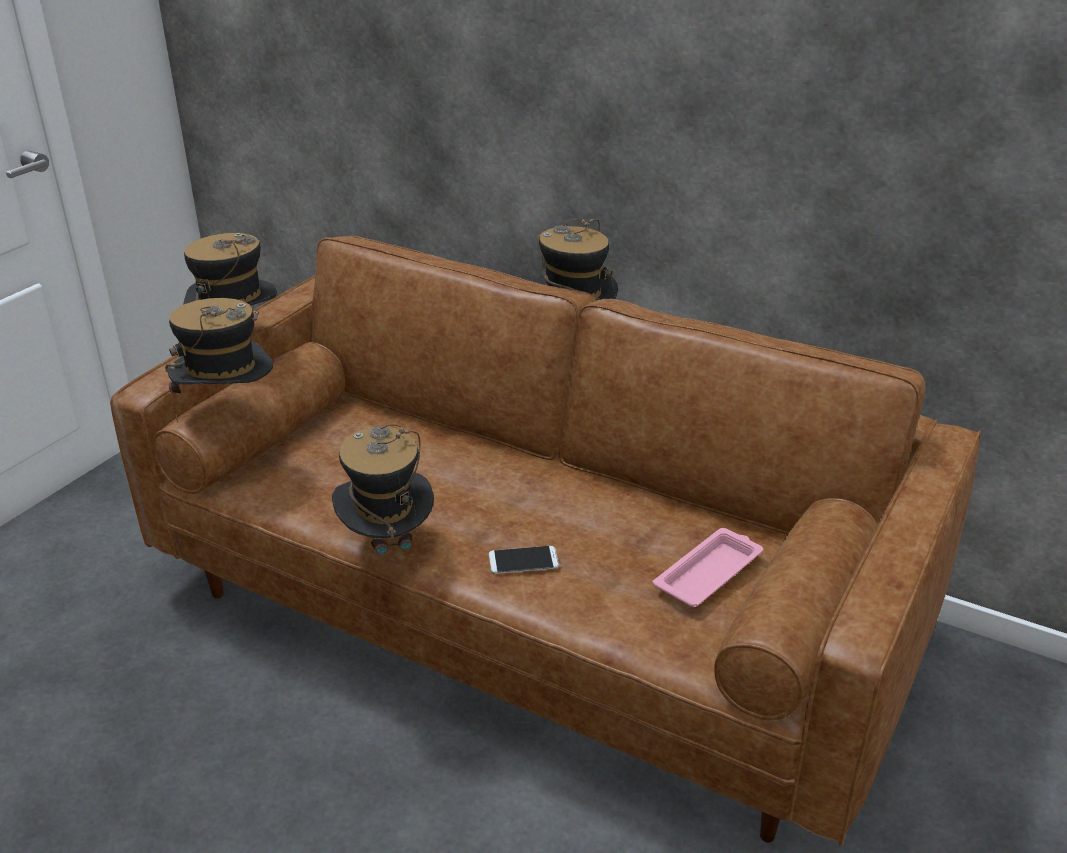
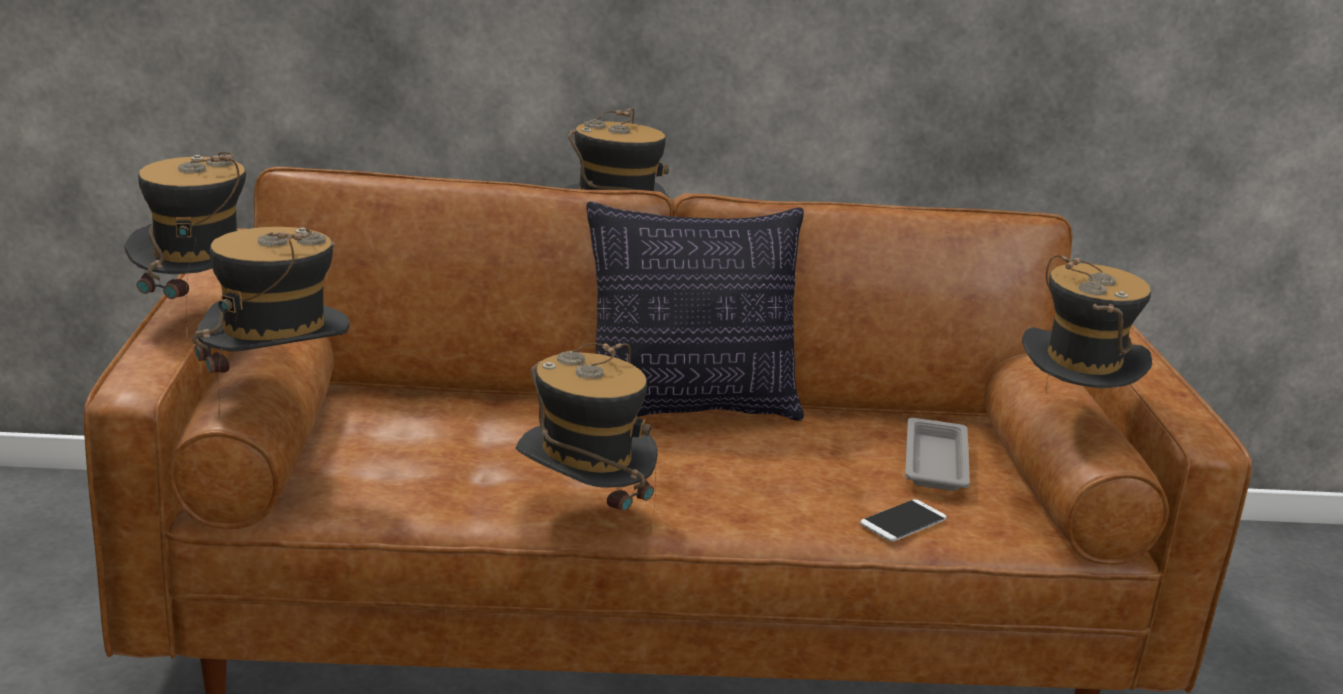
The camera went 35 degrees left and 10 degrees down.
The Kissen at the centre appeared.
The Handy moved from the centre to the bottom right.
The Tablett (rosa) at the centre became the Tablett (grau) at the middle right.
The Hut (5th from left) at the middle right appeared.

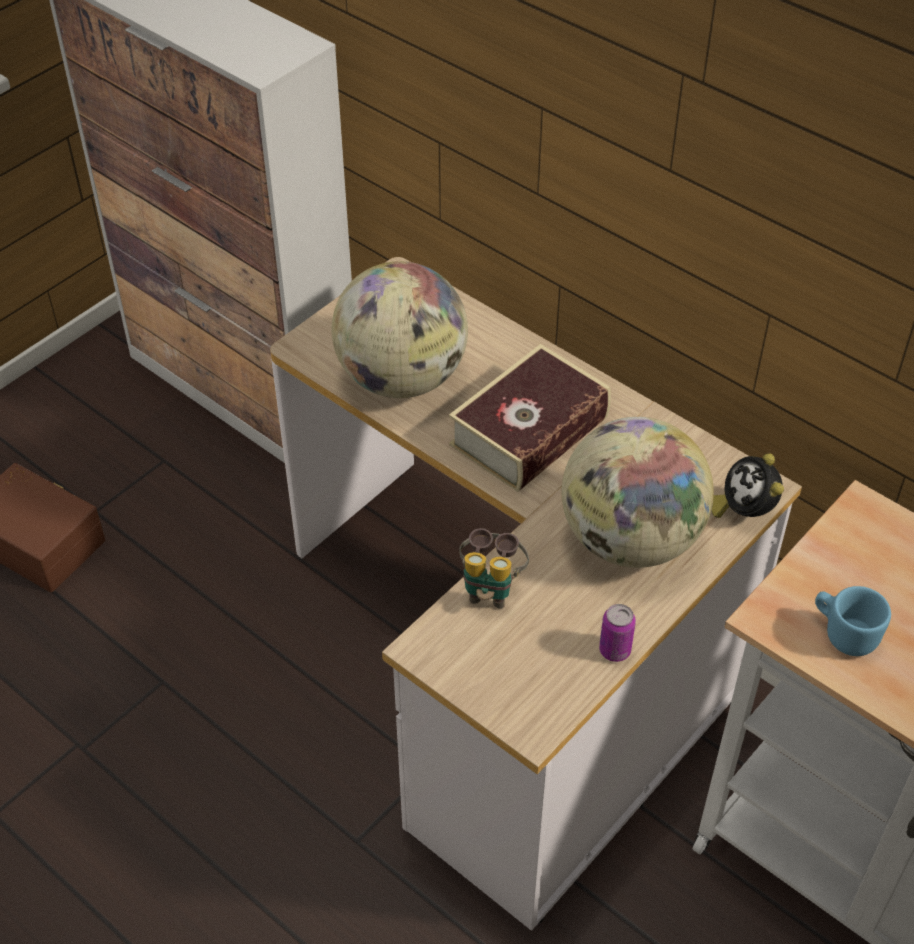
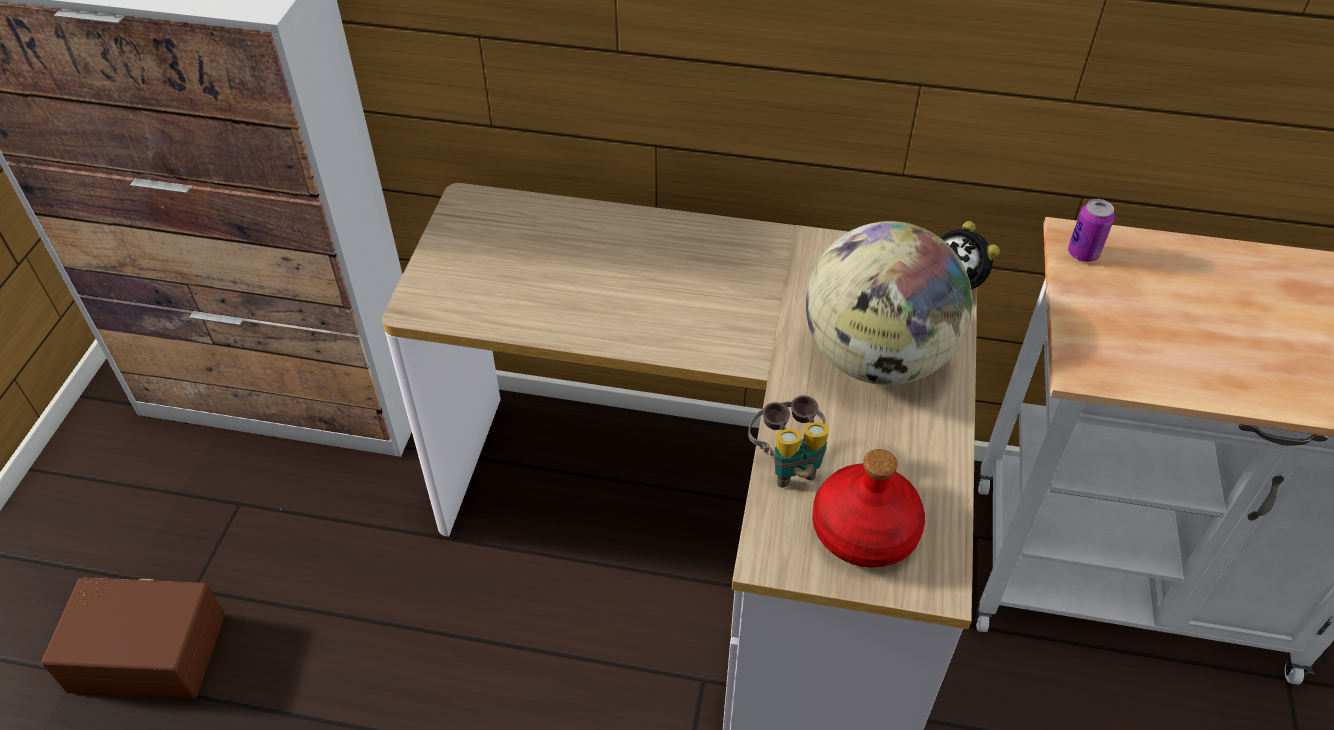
The camera went 30 degrees left and 0 degrees up.
The Flasche (rot) at the bottom centre appeared.
The Dose moved from the bottom right to the top right.
The Globus (1st from left) at the centre disappeared.
The Buch at the centre disappeared.
The Henkelbecher (blau) at the middle right disappeared.

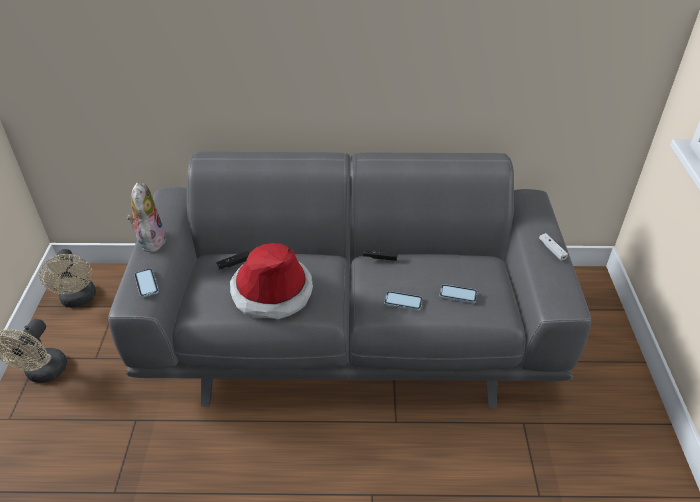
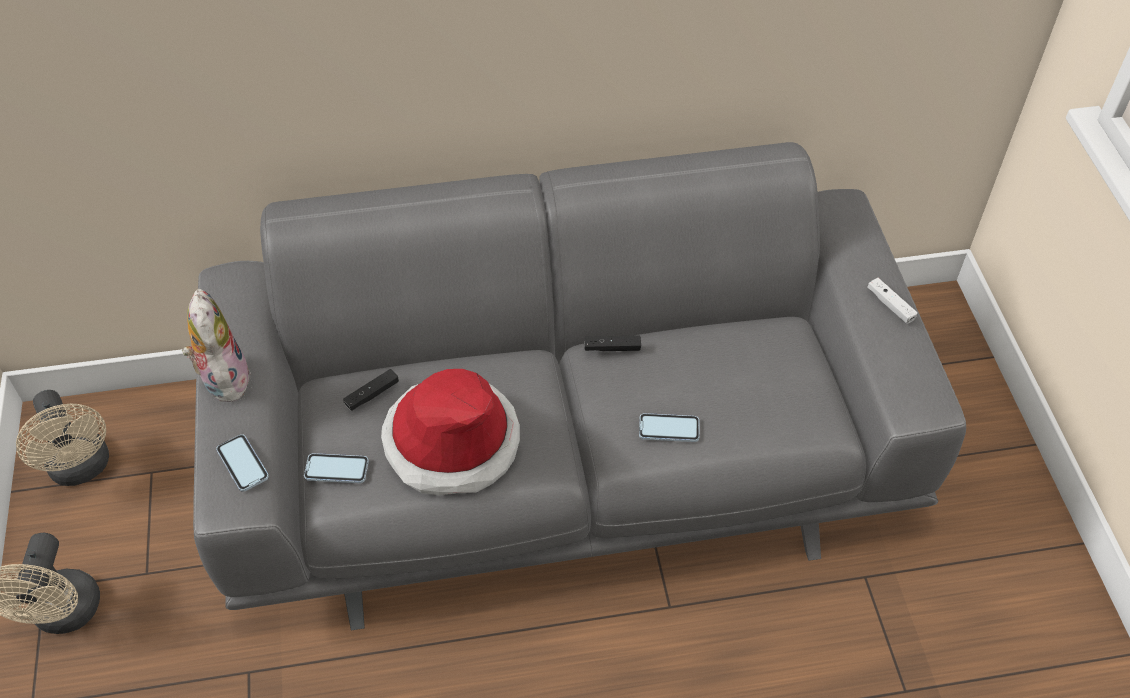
The camera went 10 degrees left and 10 degrees up.
The Handy (3rd from left in the first image) moved from the centre to the bottom left.

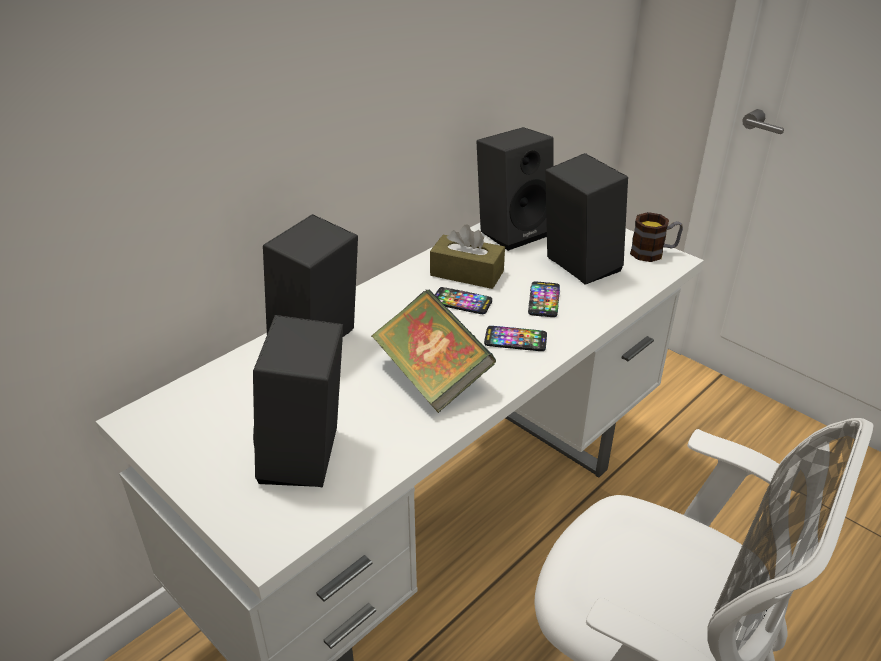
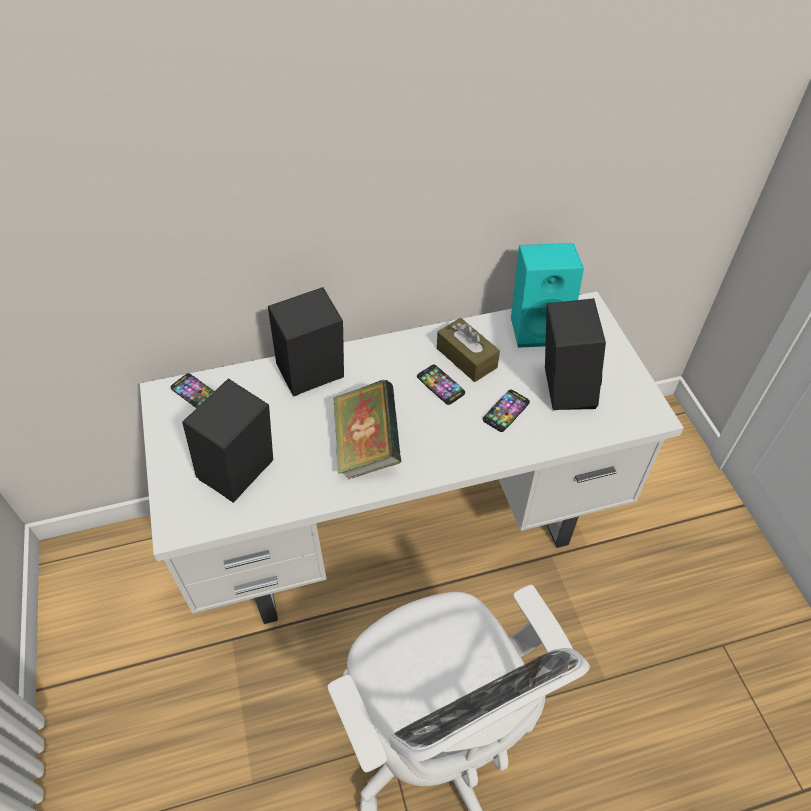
The camera went 30 degrees right and 15 degrees up.
The Handy (2nd from left in the first image) moved from the centre to the middle left.
The Lautsprecher (schwarz) (3rd from left) at the top centre became the Lautsprecher (türkis) at the middle right.
The Henkelbecher at the middle right disappeared.

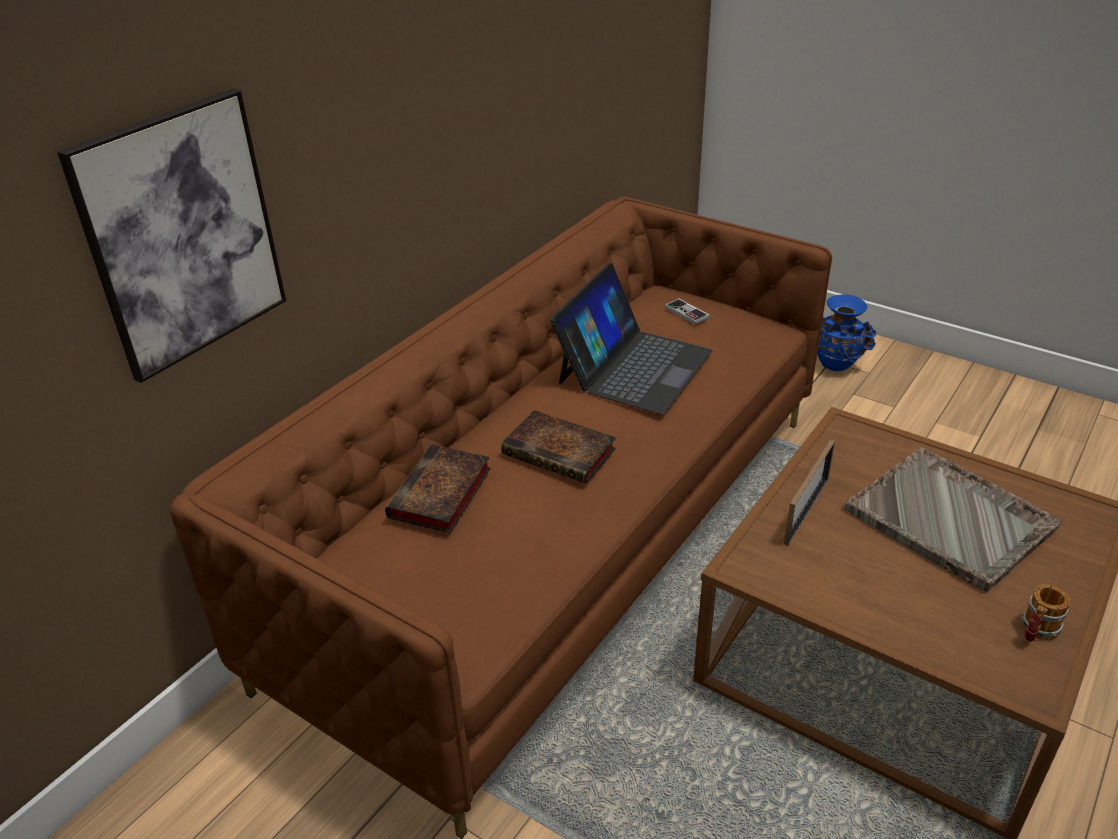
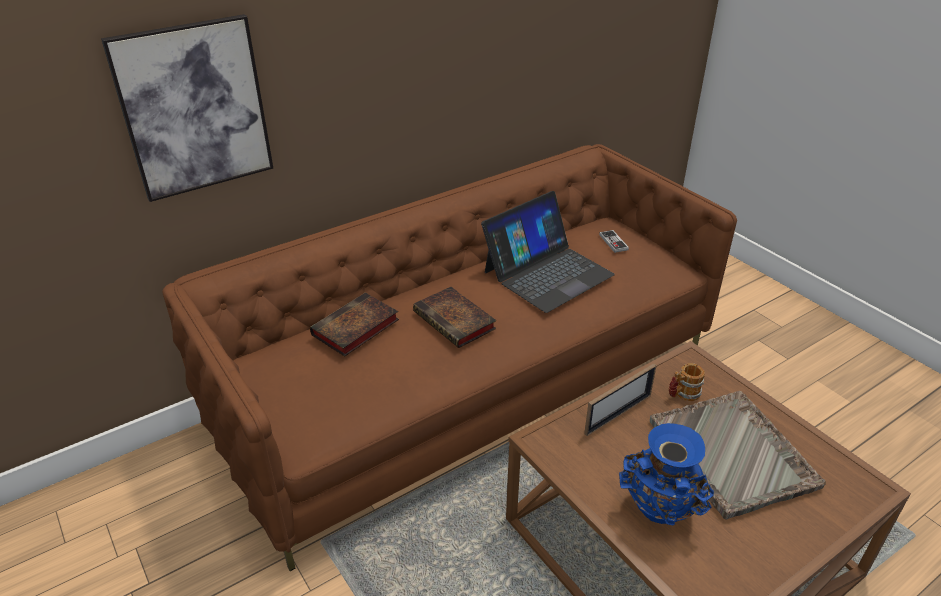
The camera went 20 degrees right and 0 degrees up.
The Vase (blau) moved from the middle right to the bottom right.
The Henkelbecher moved from the bottom right to the middle right.

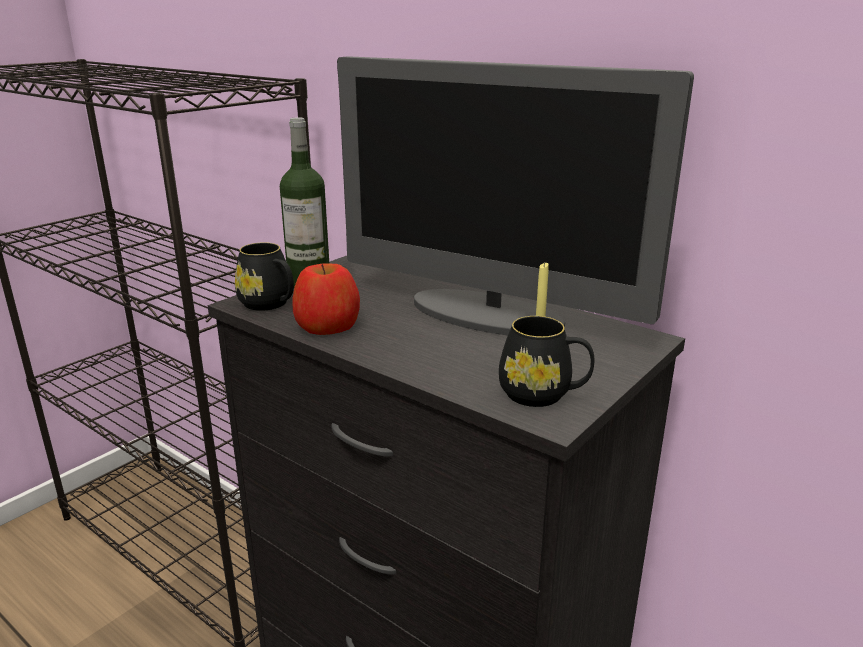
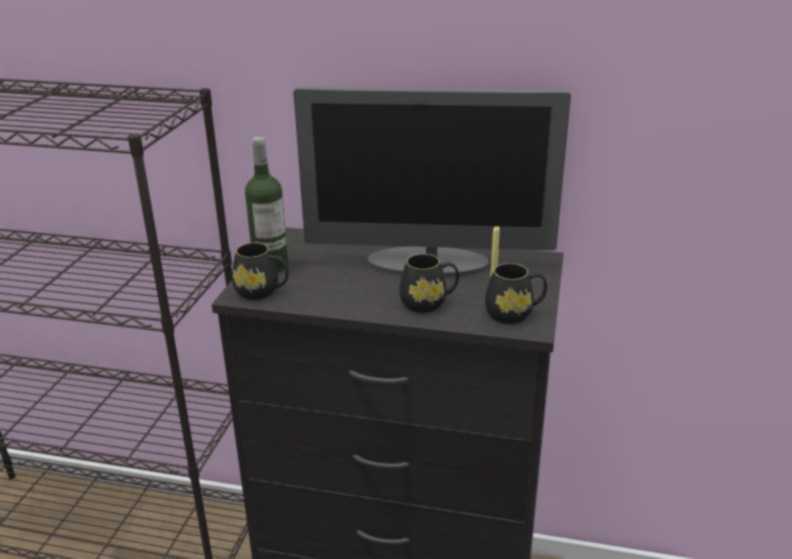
The camera went 25 degrees left and 5 degrees up.
The Henkelbecher (schwarz) (2nd from left) at the centre appeared.
The Apfel at the centre disappeared.

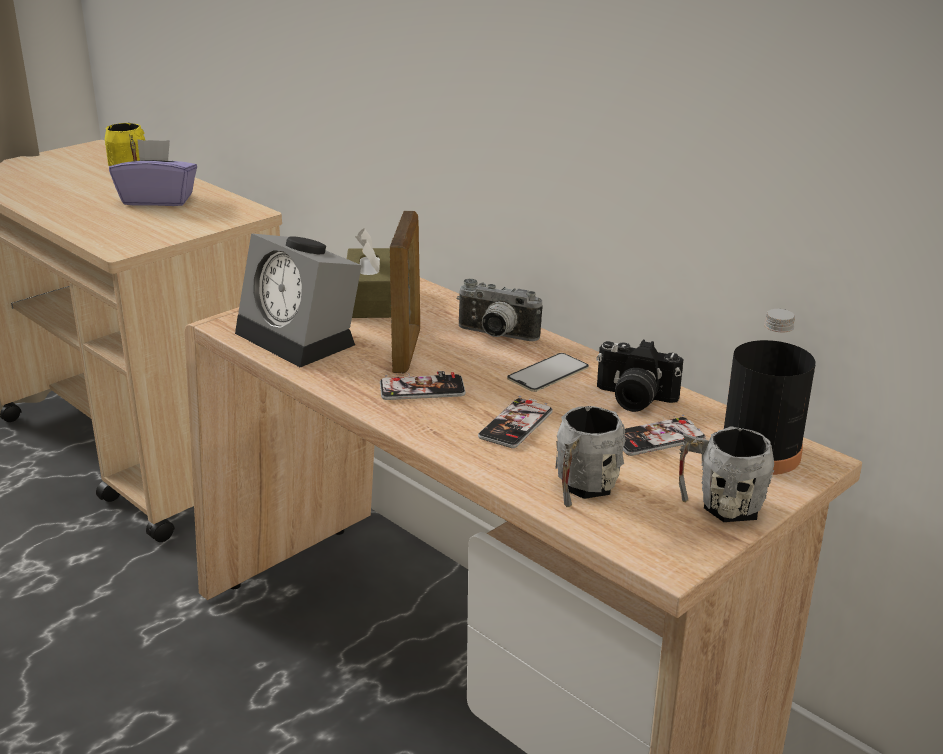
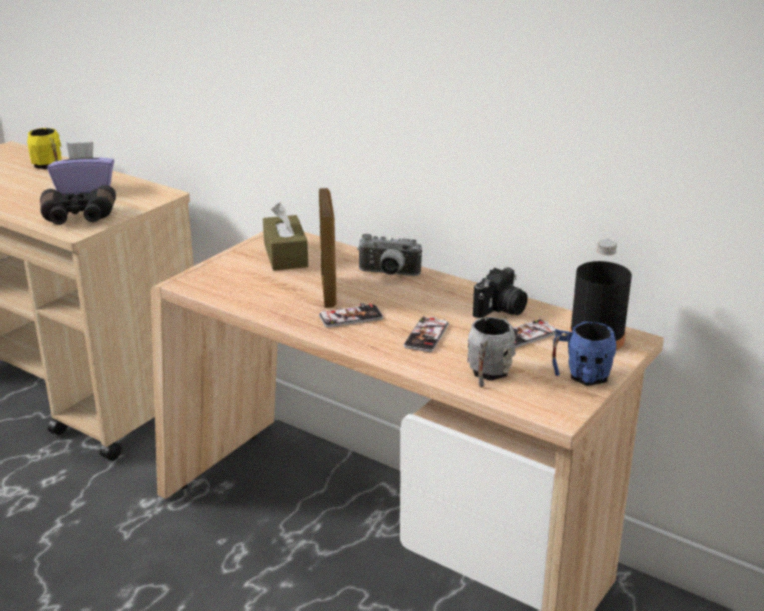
The camera went 10 degrees left and 0 degrees up.
The Fernglas (schwarz) at the middle left appeared.
The Kamera (2nd from left) at the middle right turned 60 degrees counterclockwise.
The Henkelbecher (grau) (2nd from left) at the middle right became the Henkelbecher (blau) at the middle right.
The Wecker at the middle left disappeared.
The Handy (3rd from left) at the centre disappeared.

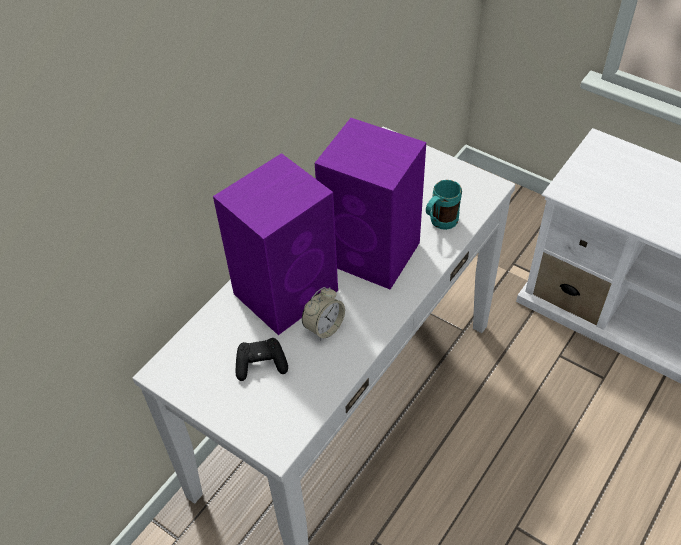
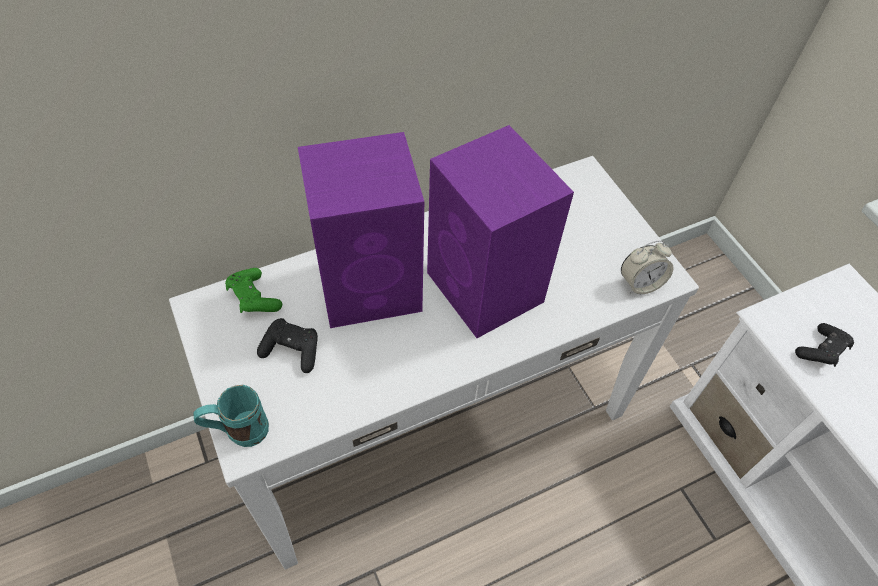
The camera went 25 degrees right and 5 degrees up.
The Henkelbecher (türkis) moved from the centre to the bottom left.
The Gamepad (grün) at the middle left appeared.
The Wecker moved from the centre to the middle right.
The Gamepad (schwarz) (2nd from left) at the middle right appeared.

